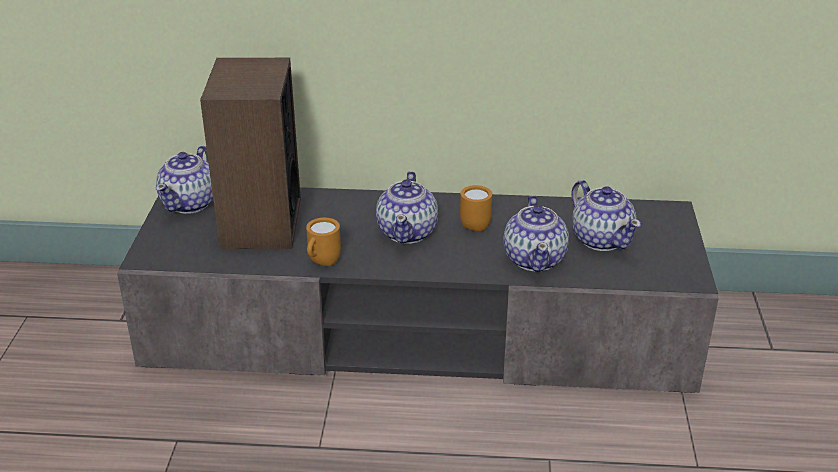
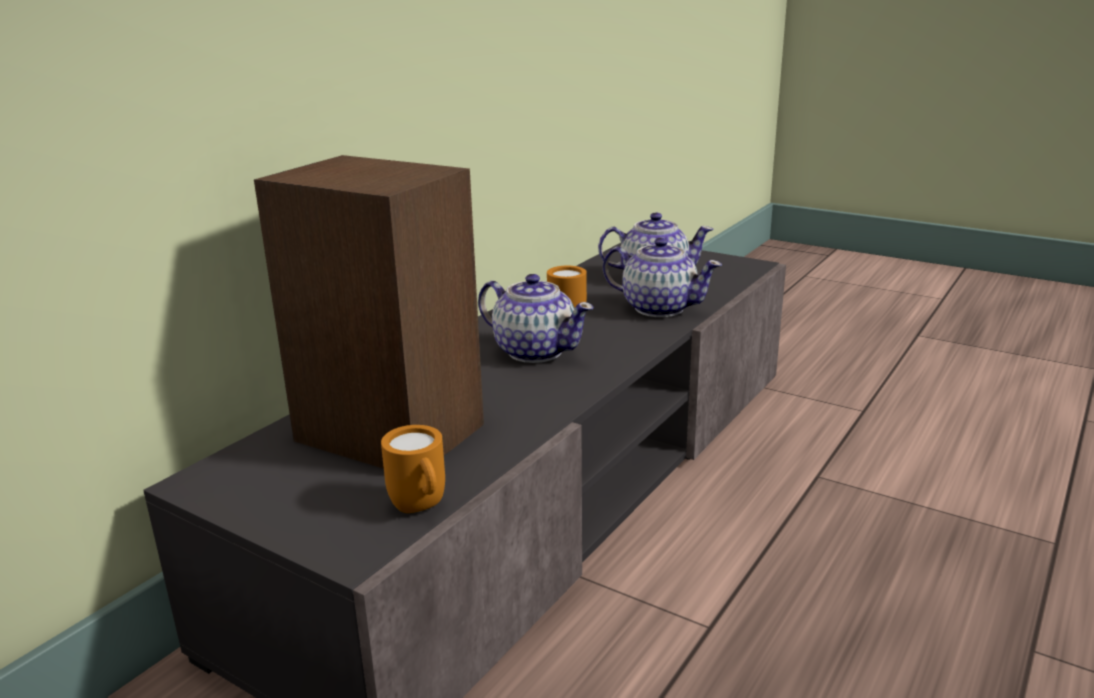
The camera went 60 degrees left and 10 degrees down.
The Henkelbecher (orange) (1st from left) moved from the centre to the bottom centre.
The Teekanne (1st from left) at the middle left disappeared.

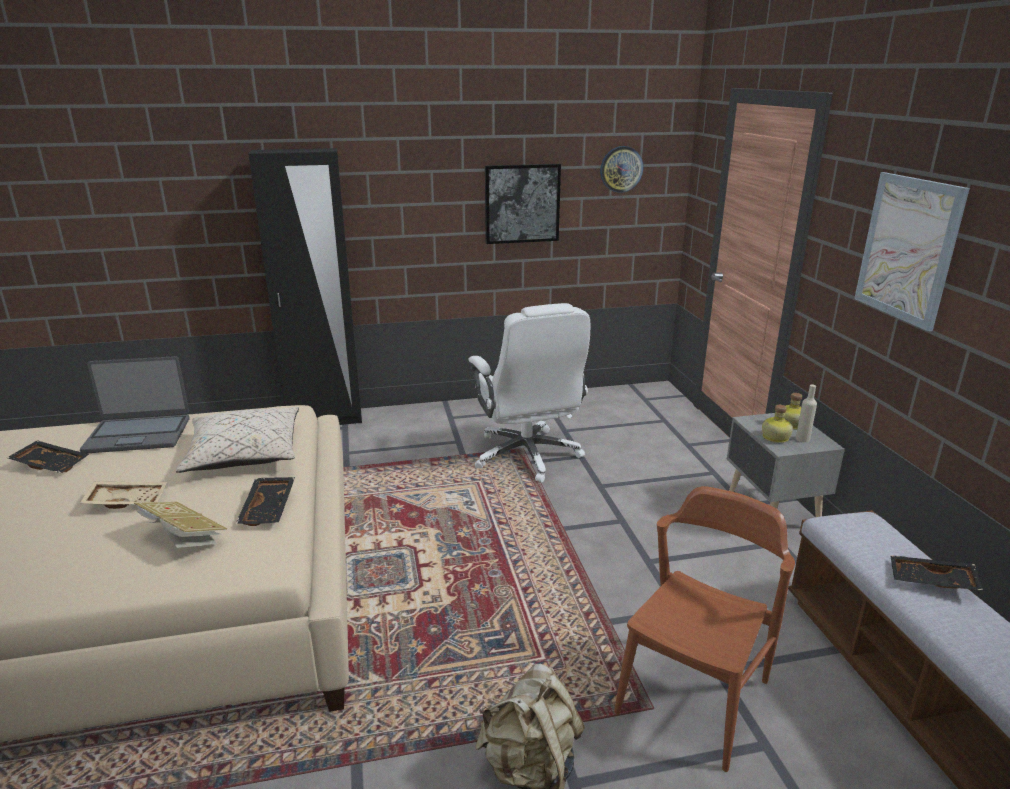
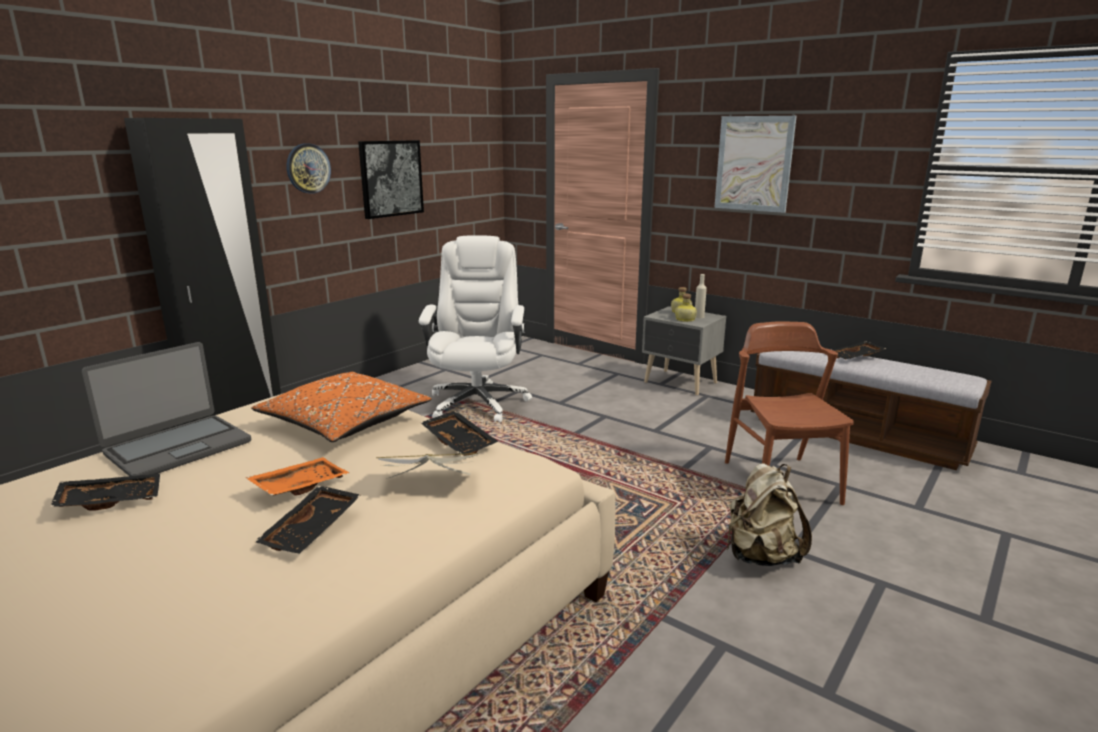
The camera went 40 degrees left and 5 degrees down.
The Tablett (beige) at the middle left became the Tablett (orange) at the middle left.
The Kissen (beige) at the middle left became the Kissen (orange) at the middle left.
The Tablett (schwarz) (2nd from left) at the bottom left appeared.
The Wanduhr moved from the top centre to the top left.
The Bürostuhl (weiß) at the centre turned 120 degrees counterclockwise.

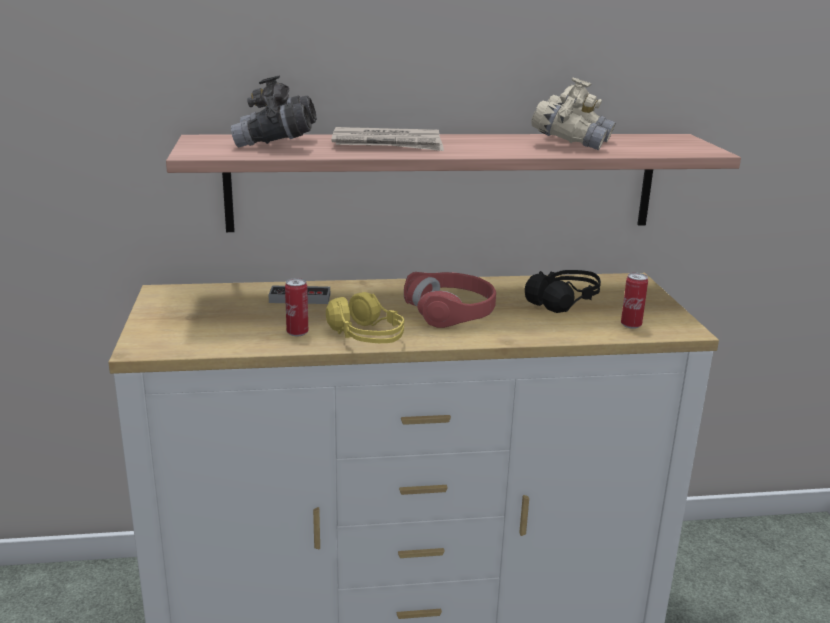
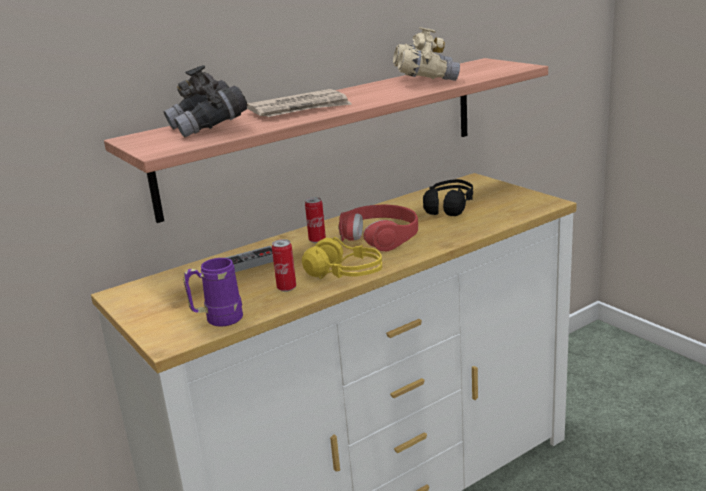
The camera went 25 degrees left and 0 degrees up.
The Henkelbecher (lila) at the middle left appeared.
The Dose (2nd from left) moved from the middle right to the centre.

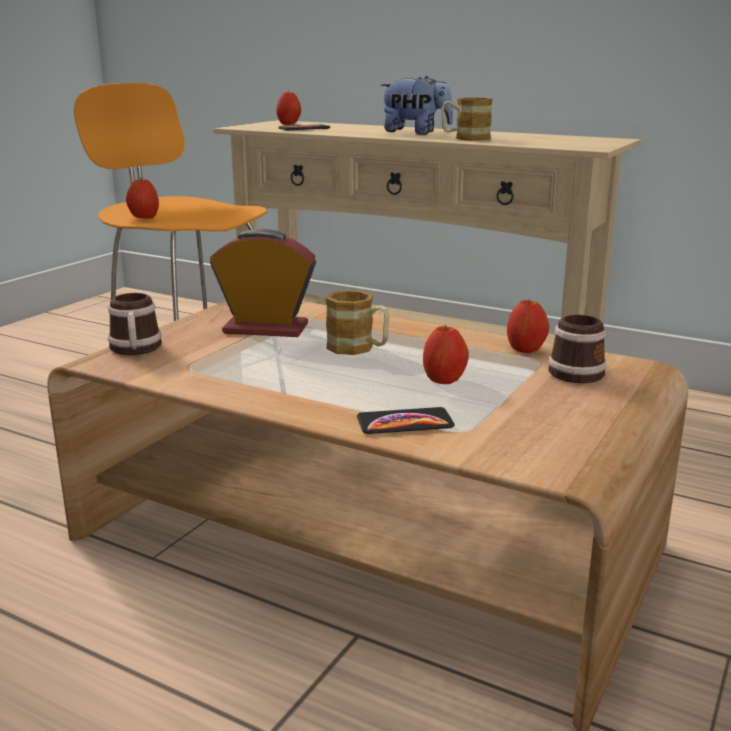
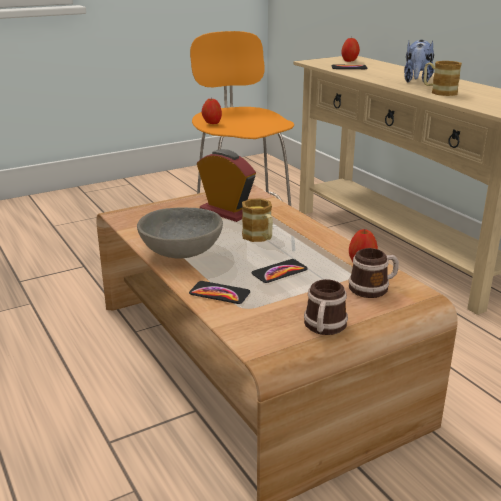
The camera went 30 degrees right and 5 degrees up.
The Schüssel (grau) at the centre appeared.
The Apfel (3rd from left) at the centre was replaced by the Handy (2nd from left) at the centre.
The Henkelbecher (1st from left in the first image) moved from the middle left to the centre.
The Plüschtier at the top centre turned 60 degrees clockwise.

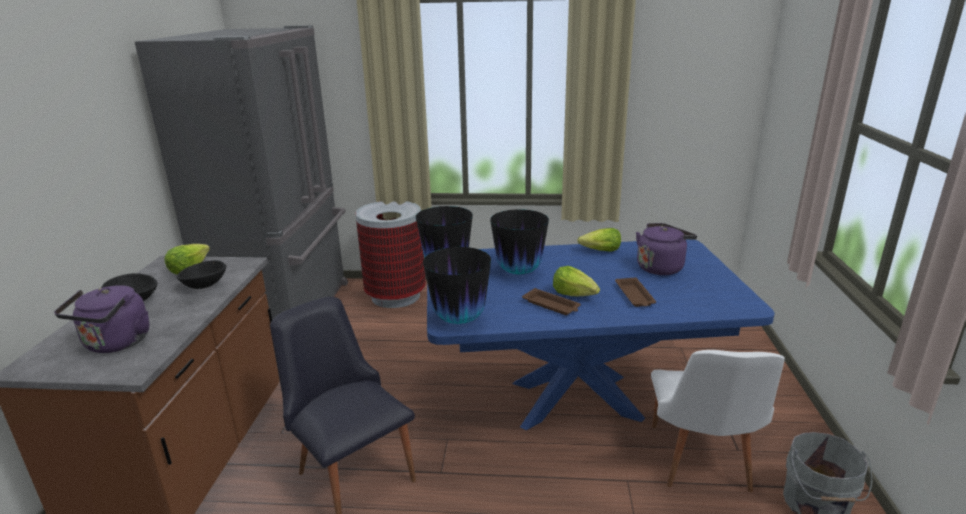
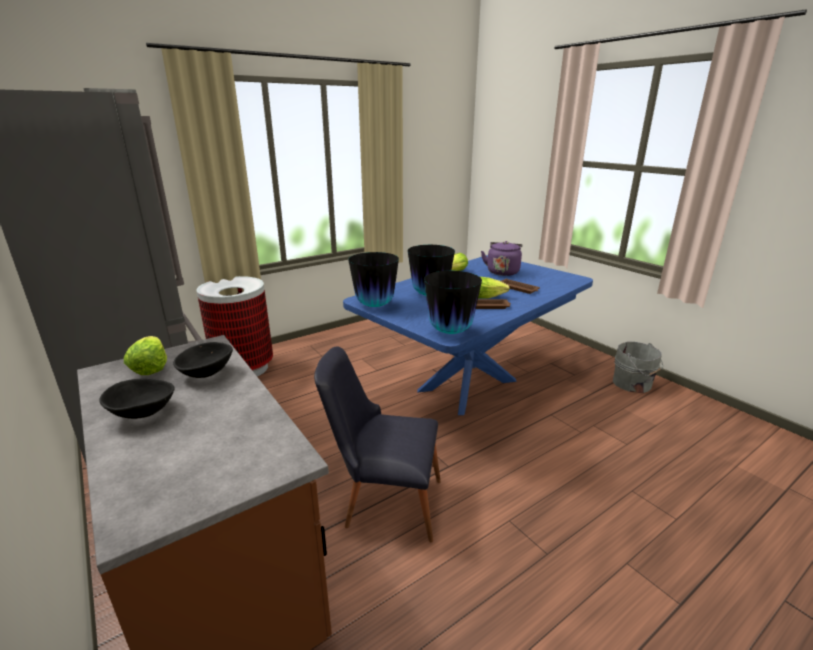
The camera went 40 degrees left and 0 degrees up.
The Wasserkessel (lila) (1st from left) at the middle left disappeared.
The Stuhl (weiß) at the bottom right disappeared.

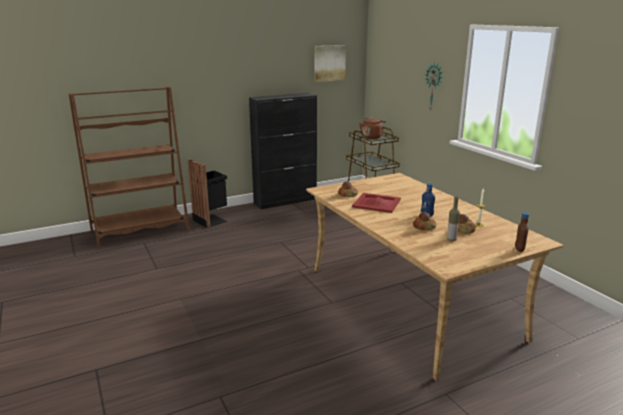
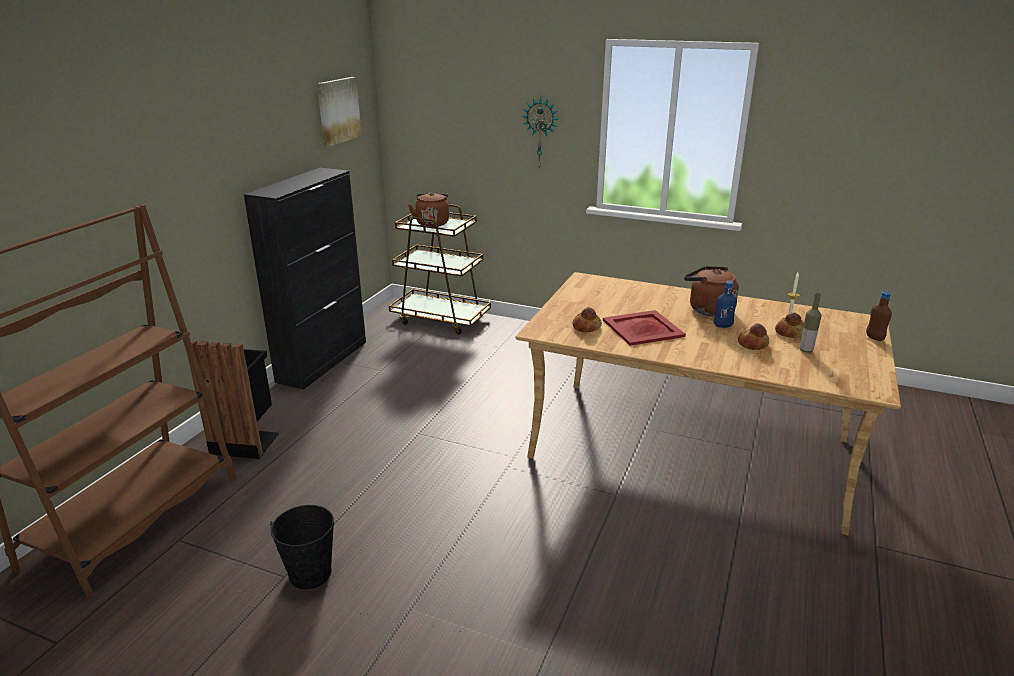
The camera went 40 degrees left and 5 degrees up.
The Eimer (schwarz) at the bottom left appeared.
The Wasserkessel (braun) (2nd from left) at the middle right appeared.

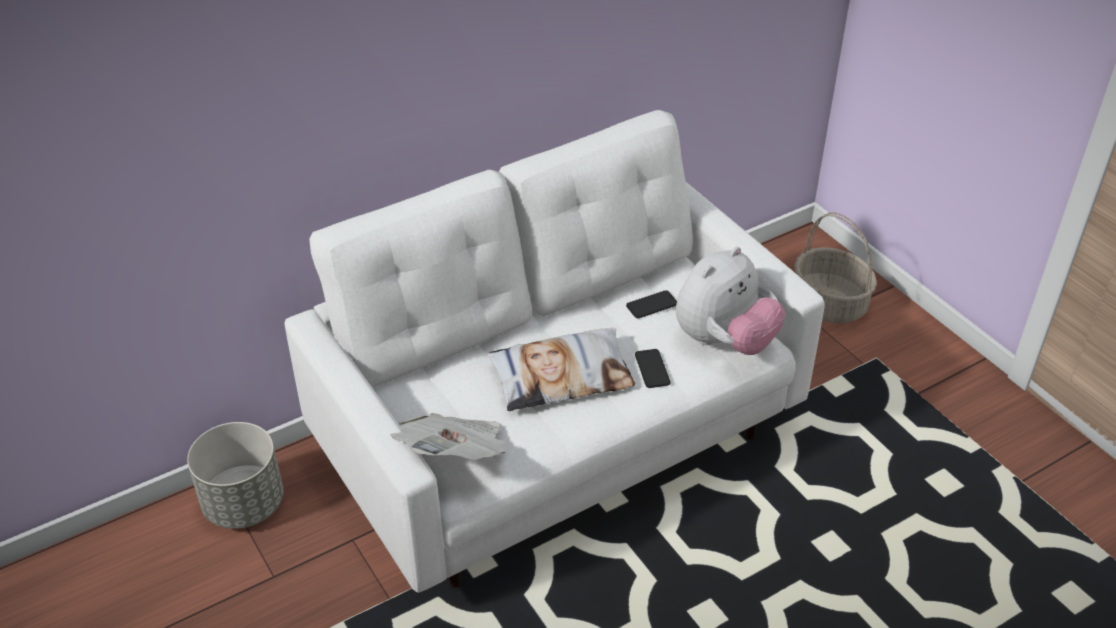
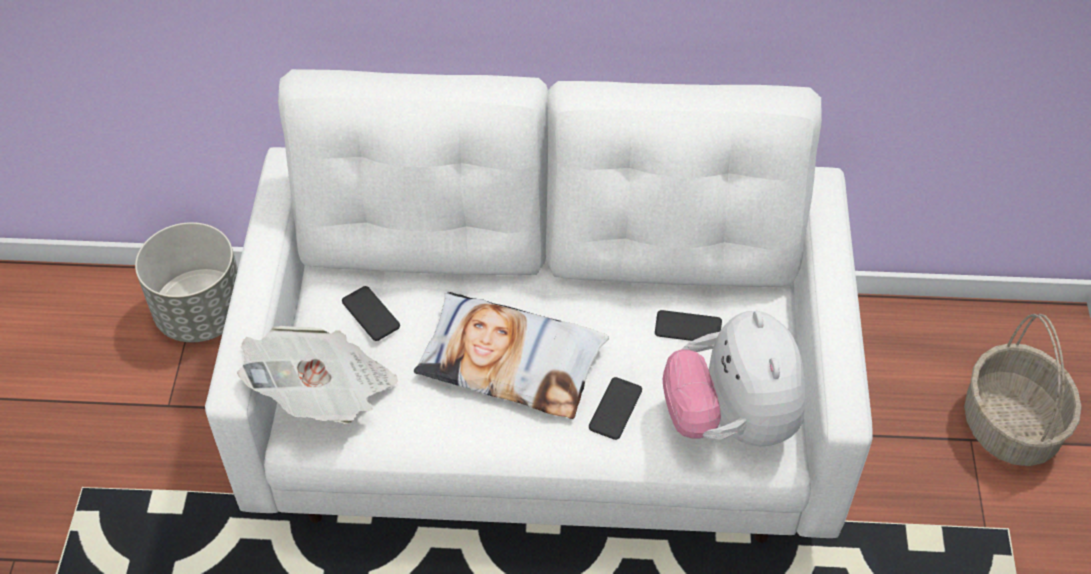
The camera went 35 degrees right and 10 degrees up.
The Handy (1st from left) at the centre appeared.
The Plüschtier at the centre turned 90 degrees clockwise.

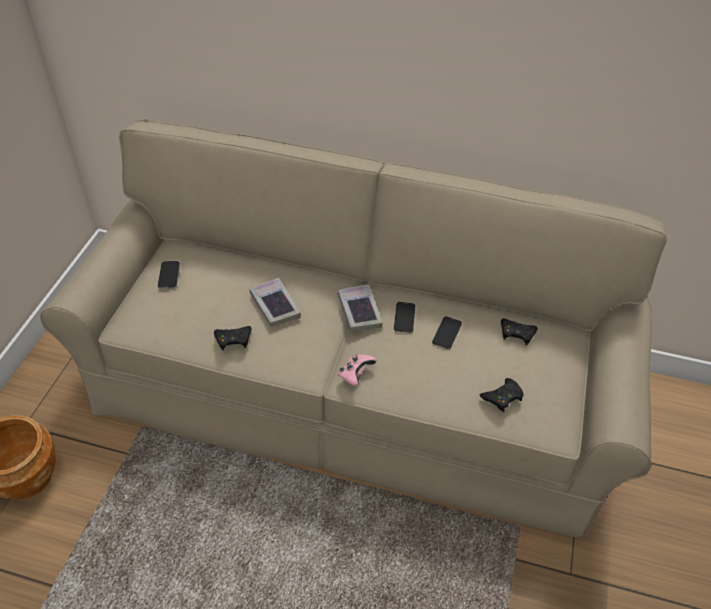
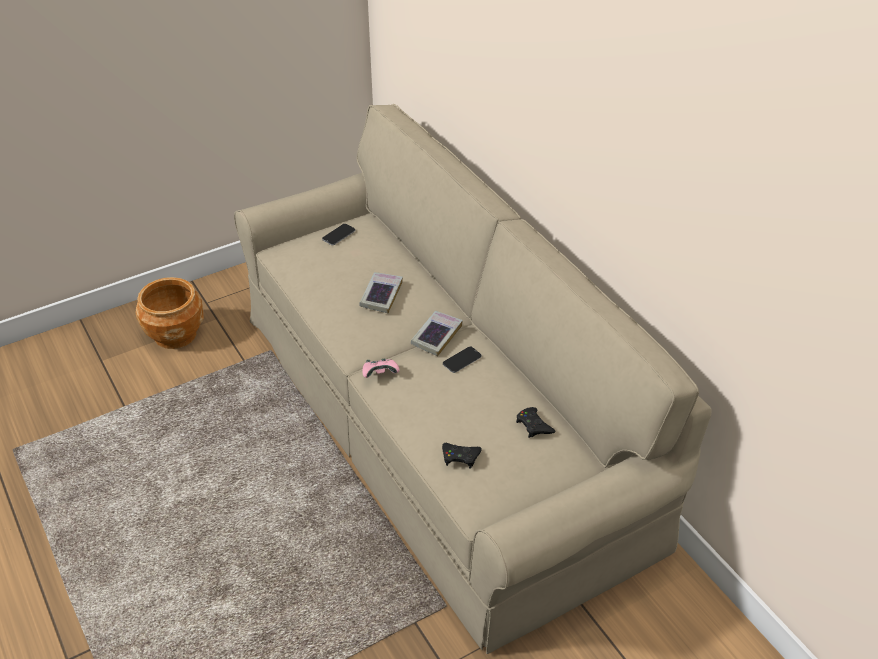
The camera went 45 degrees right and 5 degrees down.
The Gamepad (schwarz) (1st from left) at the middle left disappeared.
The Handy (3rd from left) at the centre disappeared.

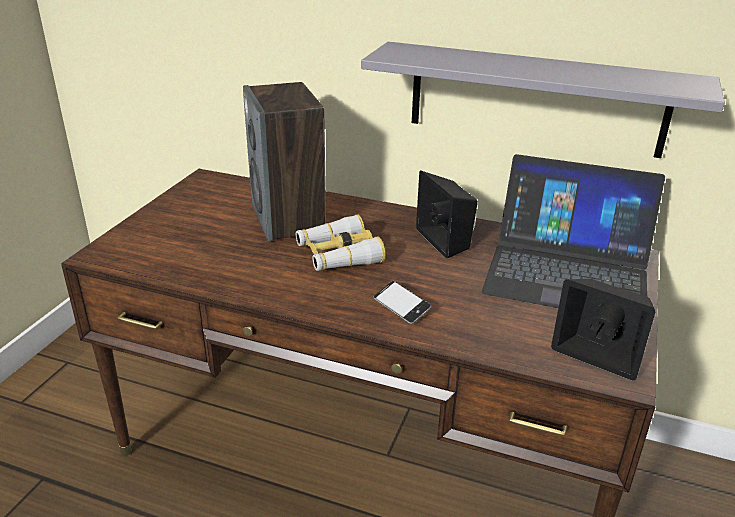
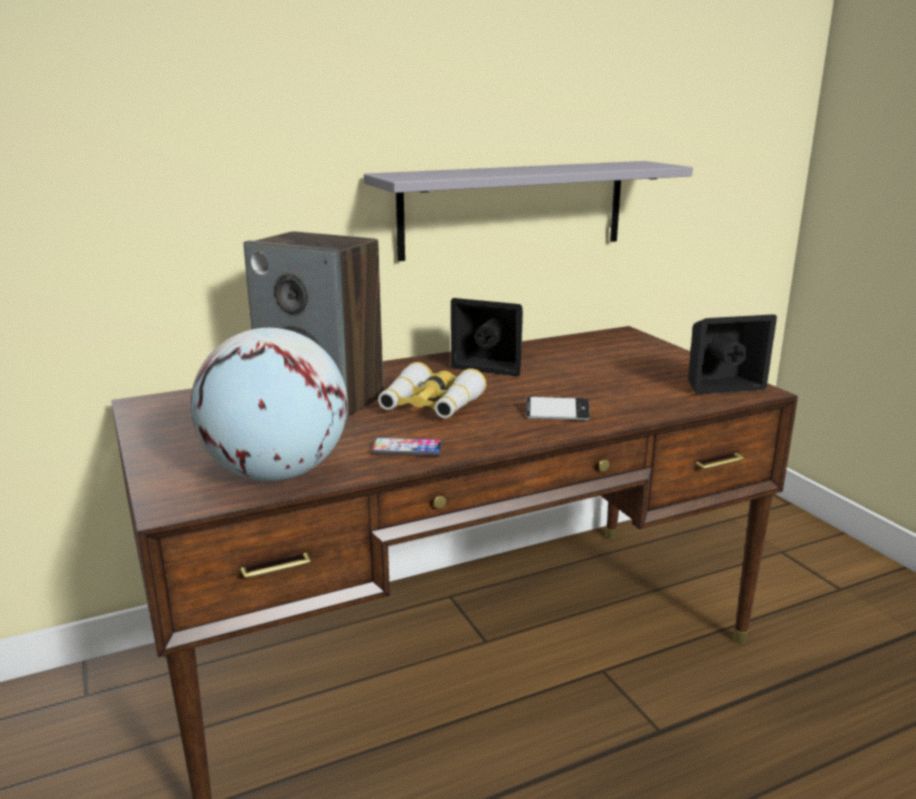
The camera went 45 degrees left and 10 degrees down.
The Globus at the middle left appeared.
The Handy (1st from left) at the centre appeared.
The Laptop at the middle right disappeared.

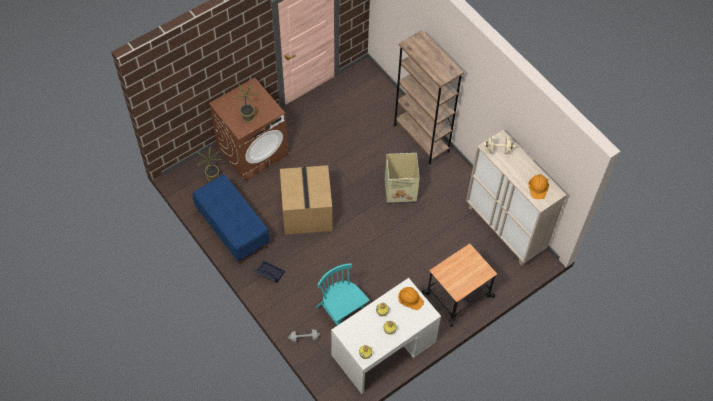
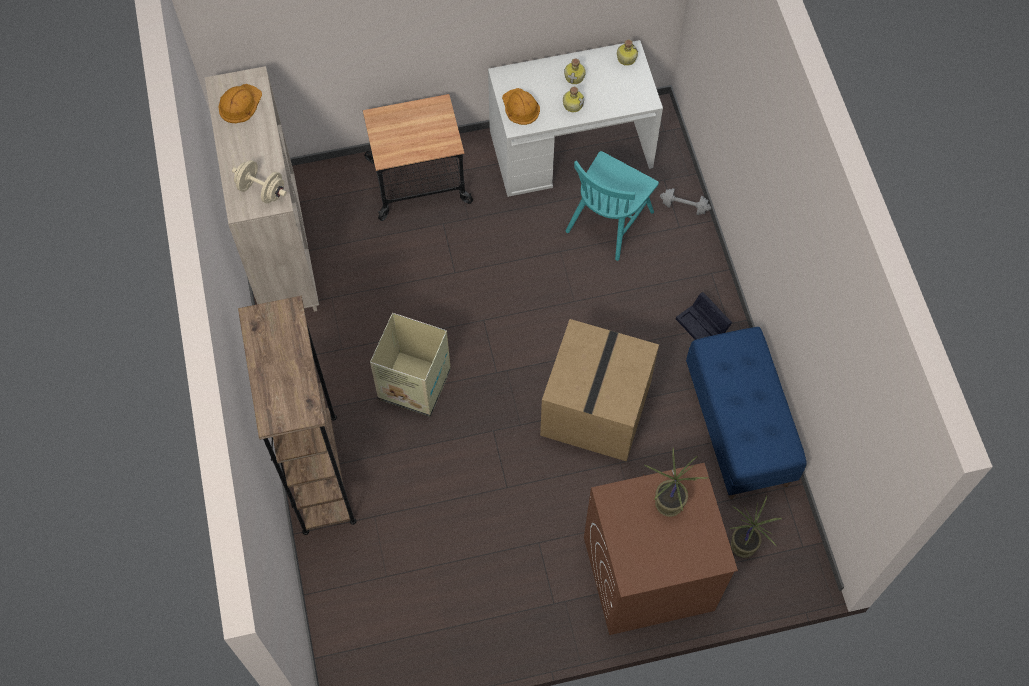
The camera went 155 degrees left and 5 degrees up.
The Stuhl (türkis) at the bottom centre turned 45 degrees clockwise.

